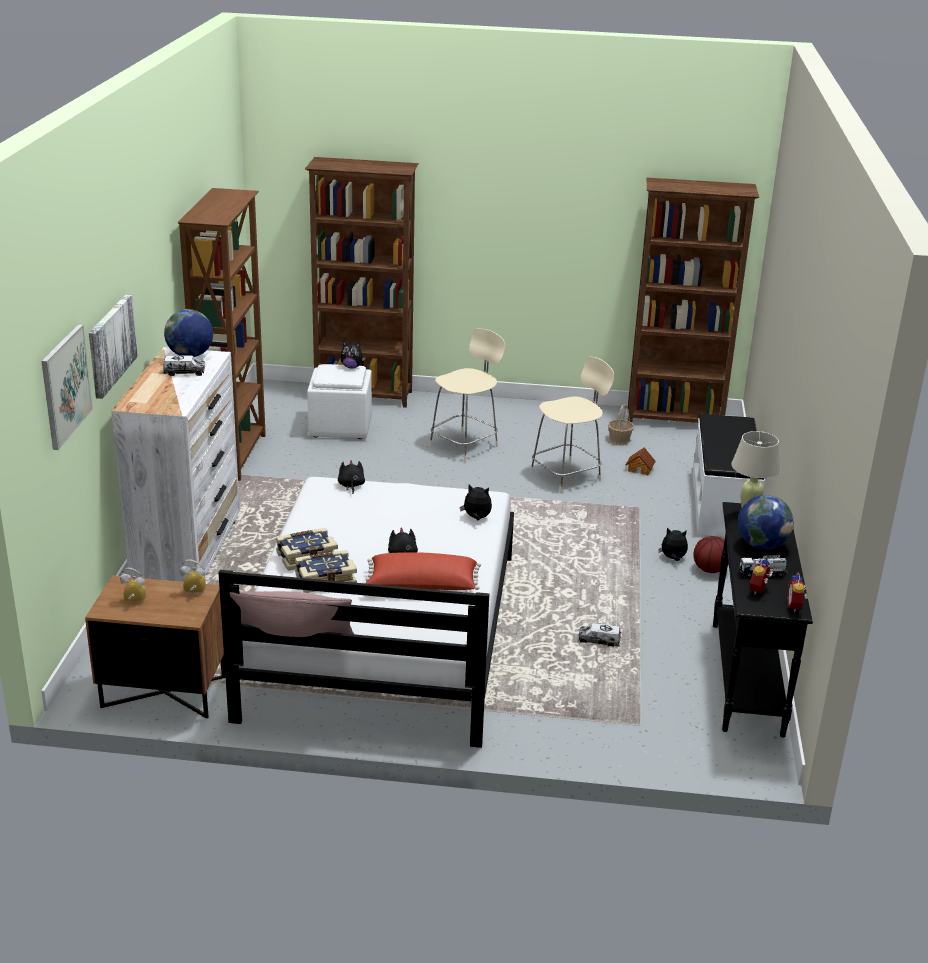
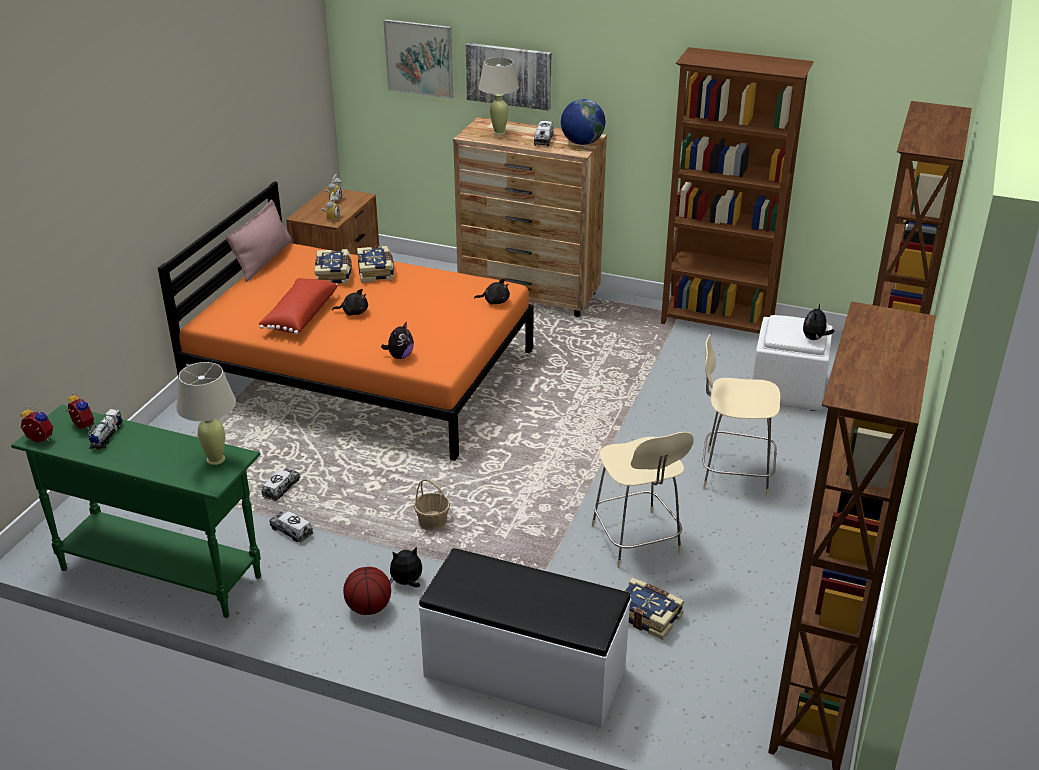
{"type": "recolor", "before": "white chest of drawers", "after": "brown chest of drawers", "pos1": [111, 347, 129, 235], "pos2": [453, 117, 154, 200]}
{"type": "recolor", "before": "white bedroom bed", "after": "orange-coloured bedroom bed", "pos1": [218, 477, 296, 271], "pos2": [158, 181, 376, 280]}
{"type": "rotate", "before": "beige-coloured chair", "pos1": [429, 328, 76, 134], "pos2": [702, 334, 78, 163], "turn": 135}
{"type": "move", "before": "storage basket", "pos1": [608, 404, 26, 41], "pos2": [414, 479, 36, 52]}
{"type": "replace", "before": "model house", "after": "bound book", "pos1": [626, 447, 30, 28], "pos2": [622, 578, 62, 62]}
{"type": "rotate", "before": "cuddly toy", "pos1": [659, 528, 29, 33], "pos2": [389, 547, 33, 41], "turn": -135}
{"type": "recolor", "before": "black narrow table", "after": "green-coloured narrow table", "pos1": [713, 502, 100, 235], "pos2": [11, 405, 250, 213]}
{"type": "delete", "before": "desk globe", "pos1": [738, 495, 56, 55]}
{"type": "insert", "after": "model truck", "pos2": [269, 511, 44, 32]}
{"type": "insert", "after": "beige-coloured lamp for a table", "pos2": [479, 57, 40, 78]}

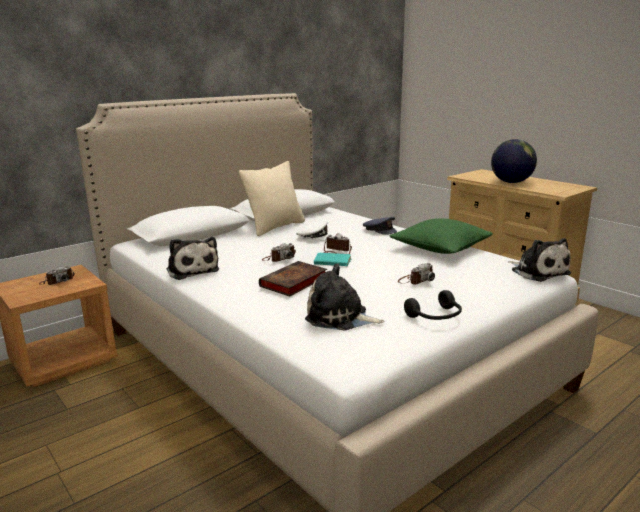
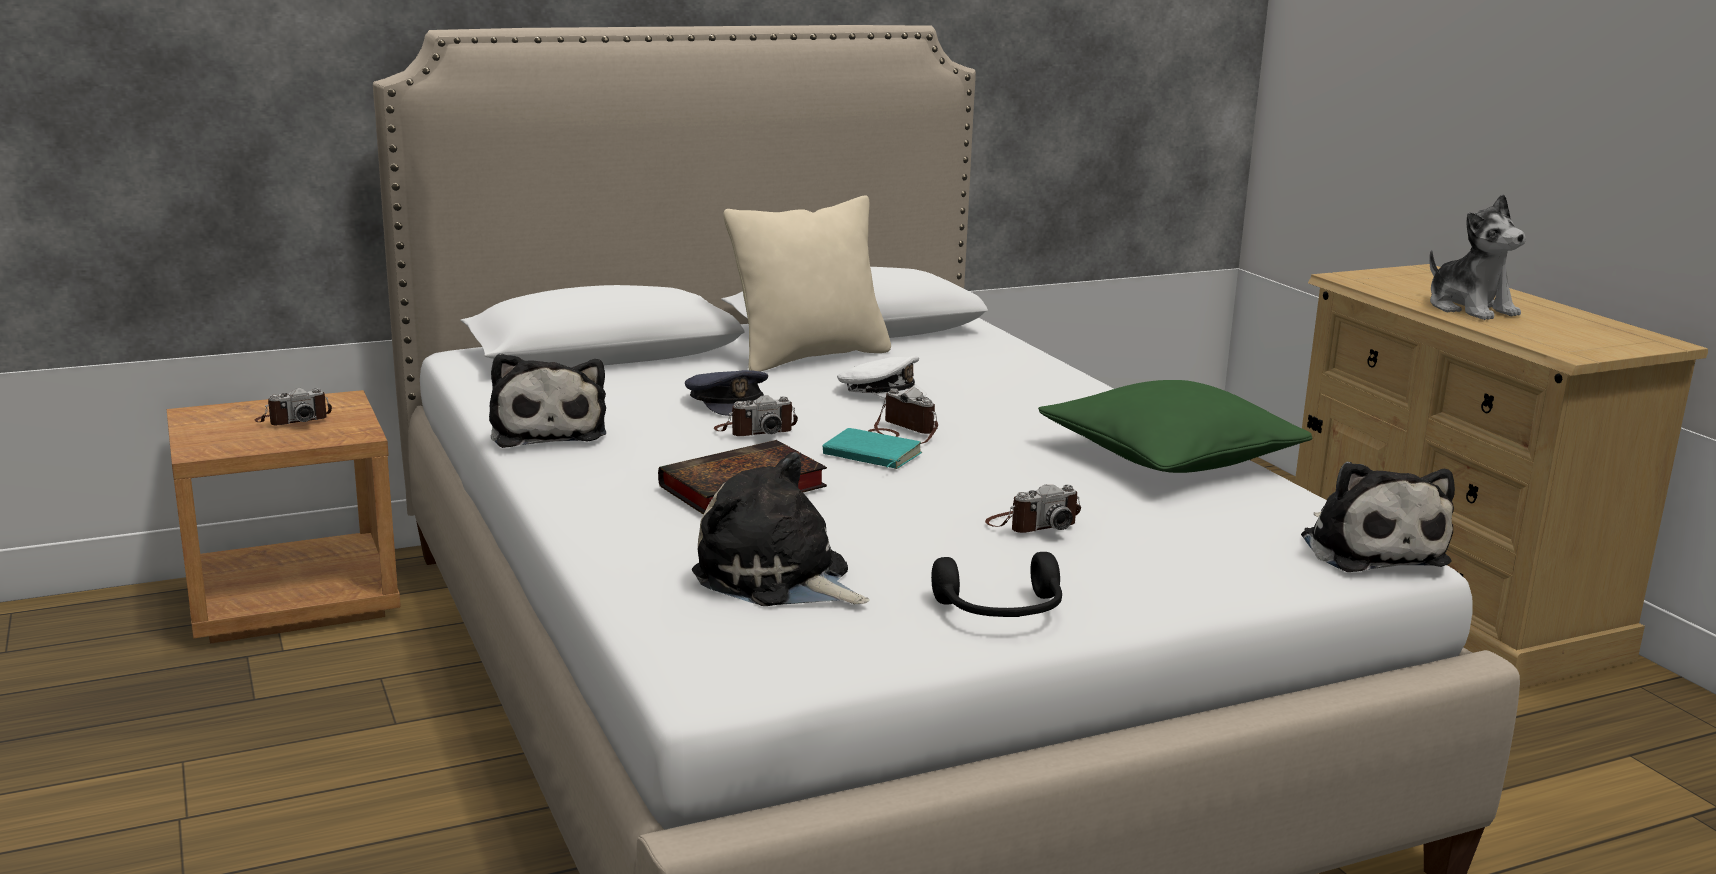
{"type": "move", "before": "gray peaked cap", "pos1": [363, 217, 34, 18], "pos2": [685, 370, 83, 46]}
{"type": "replace", "before": "desk globe", "after": "cuddly toy", "pos1": [491, 139, 46, 44], "pos2": [1429, 194, 97, 126]}

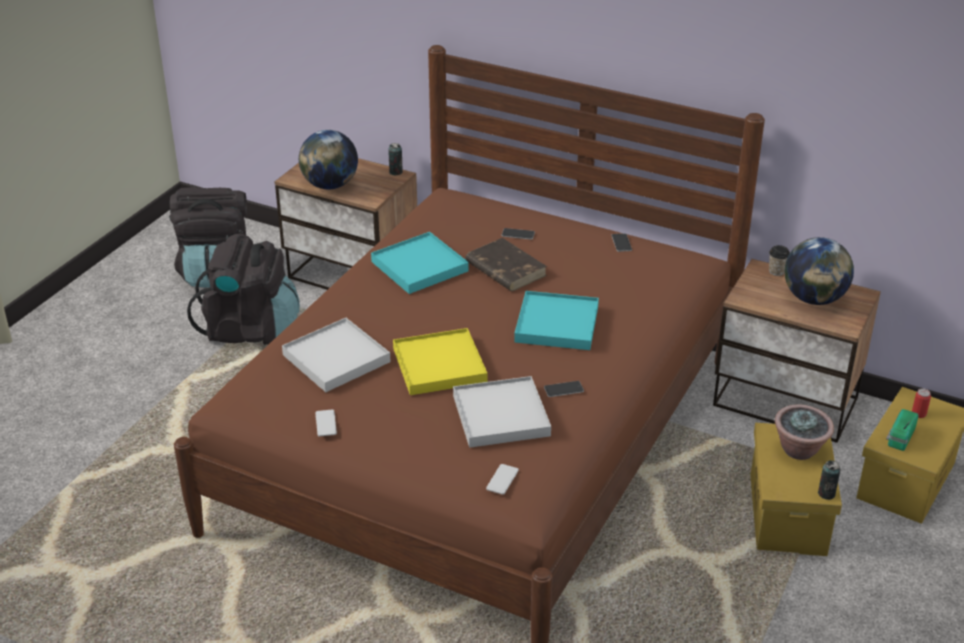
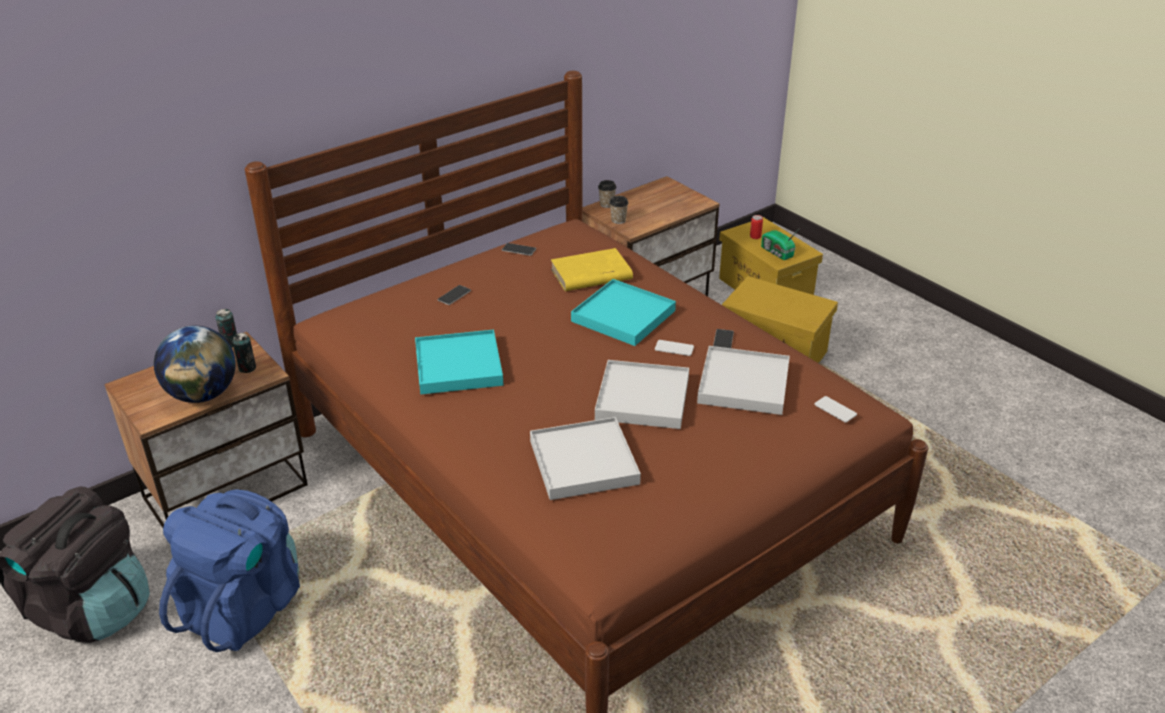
{"type": "recolor", "before": "black rucksack", "after": "blue rucksack", "pos1": [187, 233, 113, 112], "pos2": [159, 489, 141, 163]}
{"type": "move", "before": "telephone", "pos1": [315, 409, 22, 28], "pos2": [655, 340, 39, 16]}
{"type": "recolor", "before": "yellow-coloured serving tray", "after": "white serving tray", "pos1": [393, 328, 94, 67], "pos2": [595, 360, 94, 69]}
{"type": "delete", "before": "brown bound book", "pos1": [465, 238, 82, 53]}
{"type": "delete", "before": "plant in a pot", "pos1": [775, 404, 59, 56]}
{"type": "delete", "before": "desk globe", "pos1": [785, 237, 69, 68]}
{"type": "move", "before": "can", "pos1": [818, 461, 22, 39], "pos2": [232, 333, 24, 40]}
{"type": "insert", "after": "yellow-coloured bound book", "pos2": [551, 248, 82, 43]}
{"type": "insert", "after": "small cup", "pos2": [610, 196, 18, 28]}

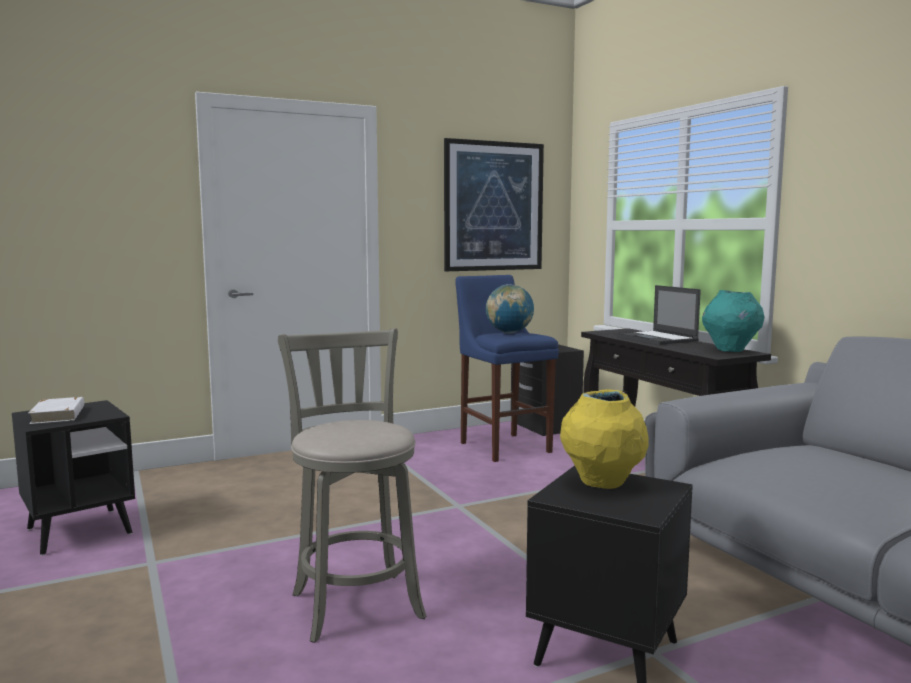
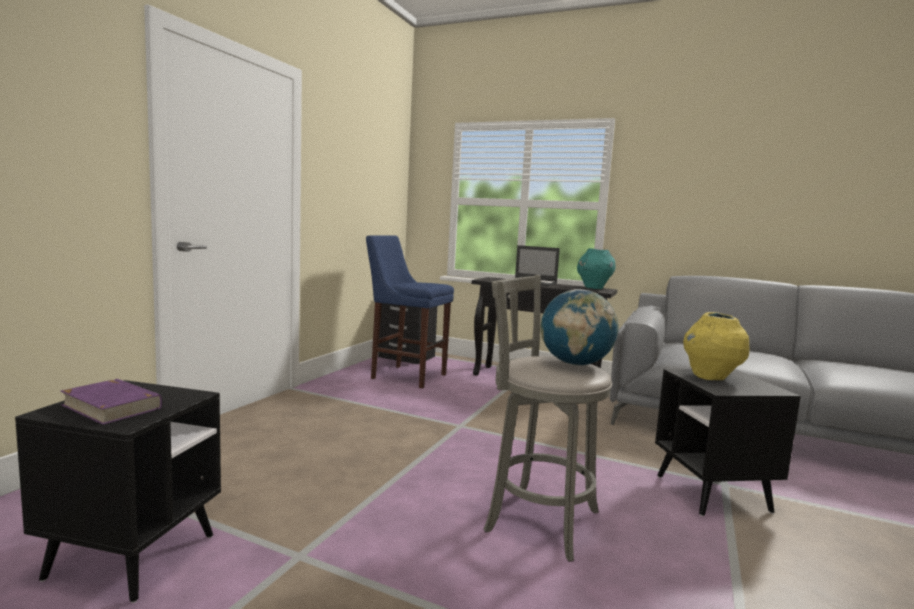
{"type": "recolor", "before": "white bound book", "after": "purple-coloured bound book", "pos1": [28, 397, 56, 27], "pos2": [60, 379, 102, 46]}
{"type": "delete", "before": "wall art", "pos1": [444, 138, 100, 133]}
{"type": "move", "before": "desk globe", "pos1": [486, 284, 48, 49], "pos2": [541, 289, 77, 77]}

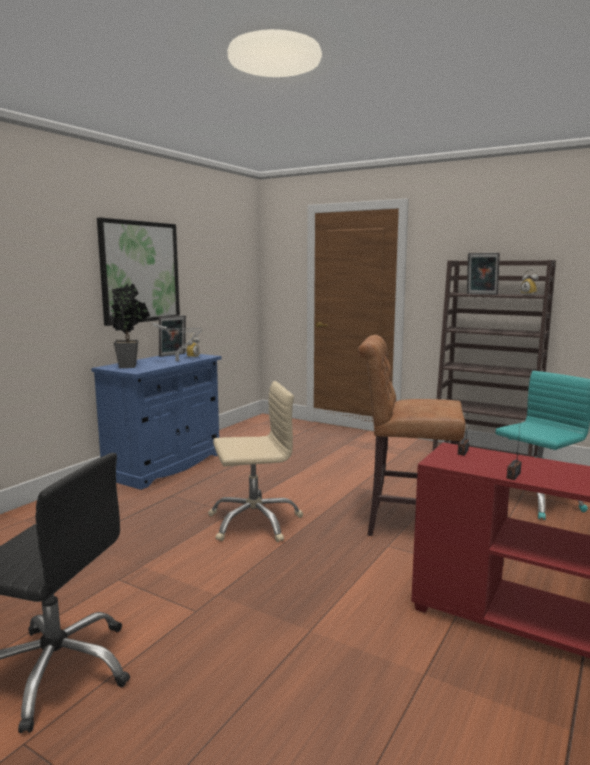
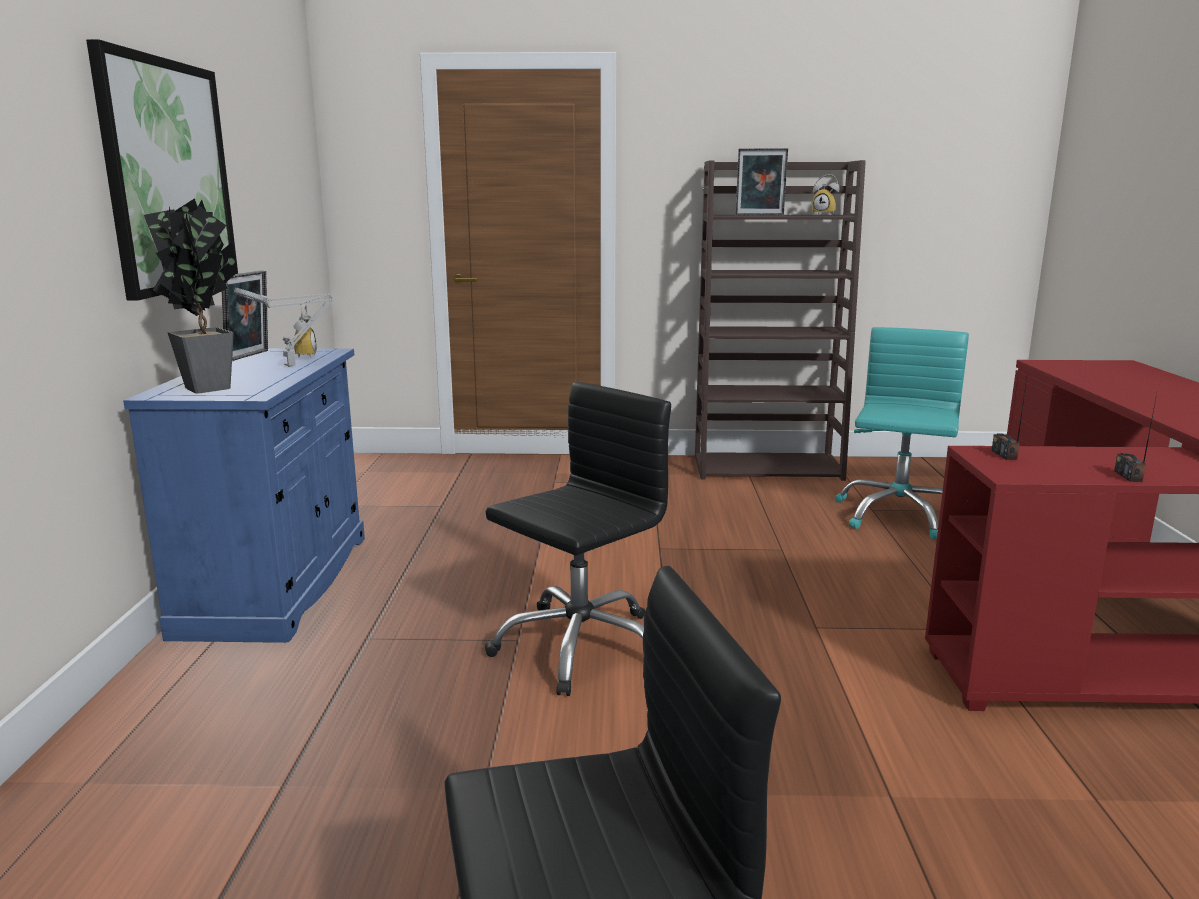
{"type": "recolor", "before": "beige-coloured desk chair", "after": "black desk chair", "pos1": [208, 381, 95, 161], "pos2": [485, 382, 186, 314]}
{"type": "delete", "before": "brown stool", "pos1": [358, 335, 108, 201]}

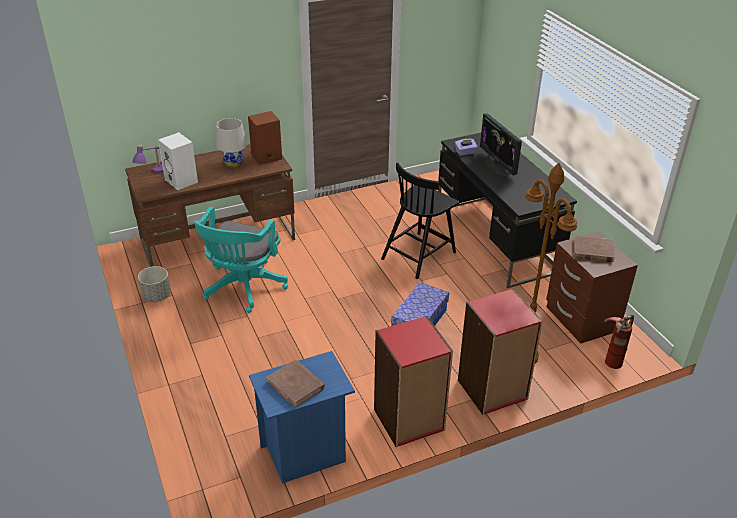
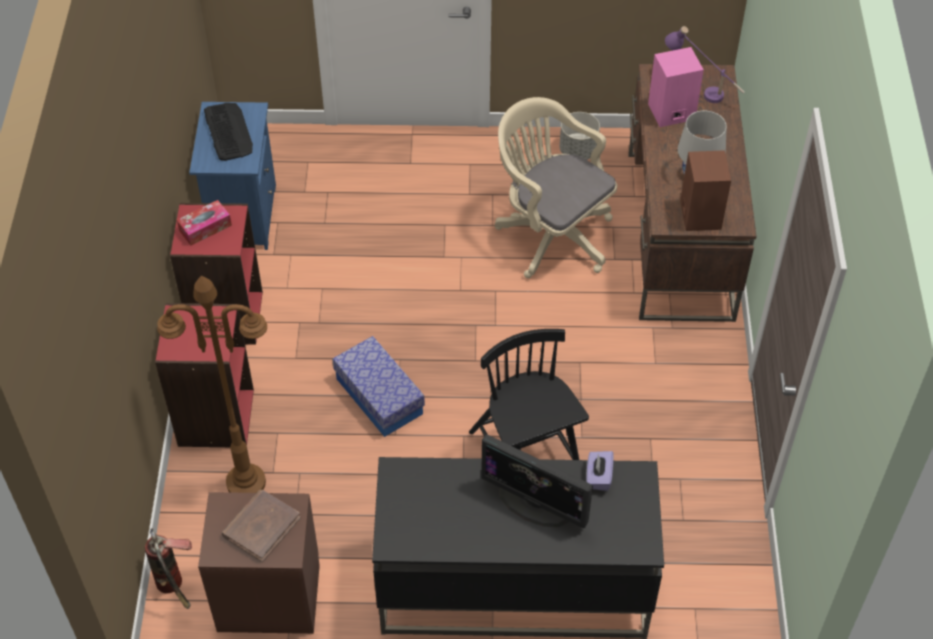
{"type": "recolor", "before": "white loudspeaker", "after": "pink loudspeaker", "pos1": [158, 132, 40, 58], "pos2": [648, 47, 56, 80]}
{"type": "recolor", "before": "turquoise-coloured desk chair", "after": "beige-coloured desk chair", "pos1": [194, 207, 94, 106], "pos2": [495, 97, 122, 181]}
{"type": "replace", "before": "brown bound book", "after": "computer keyboard", "pos1": [266, 360, 59, 48], "pos2": [204, 103, 49, 58]}
{"type": "rotate", "before": "computer display", "pos1": [480, 113, 42, 63], "pos2": [481, 434, 112, 94], "turn": -150}
{"type": "insert", "after": "box of tissues", "pos2": [177, 200, 55, 45]}

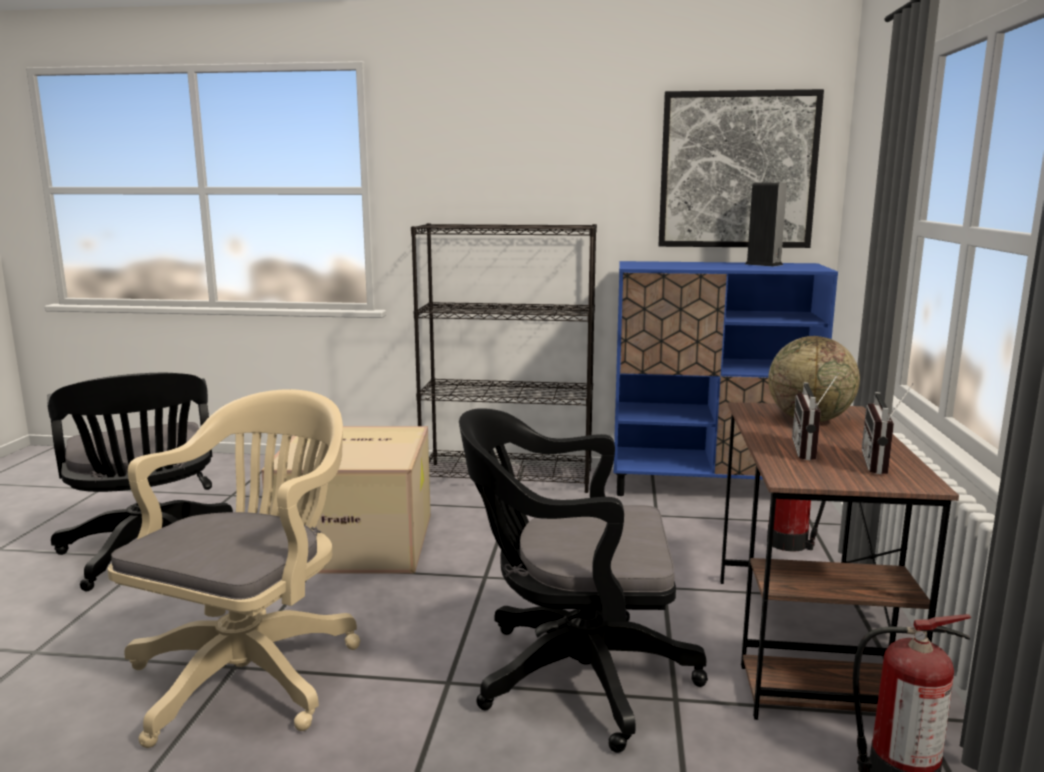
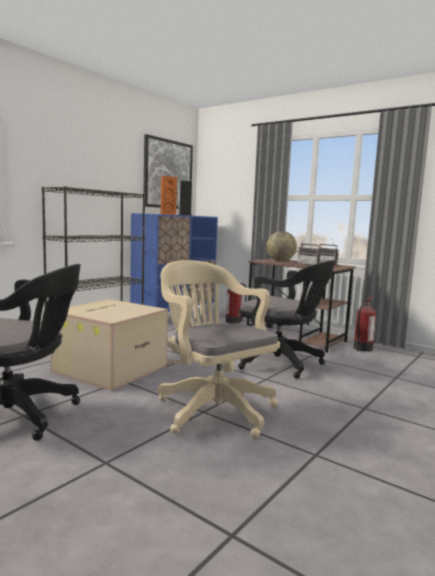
{"type": "rotate", "before": "black desk chair", "pos1": [459, 408, 249, 345], "pos2": [238, 260, 97, 119], "turn": -90}
{"type": "insert", "after": "orange-coloured loudspeaker", "pos2": [160, 176, 17, 39]}

